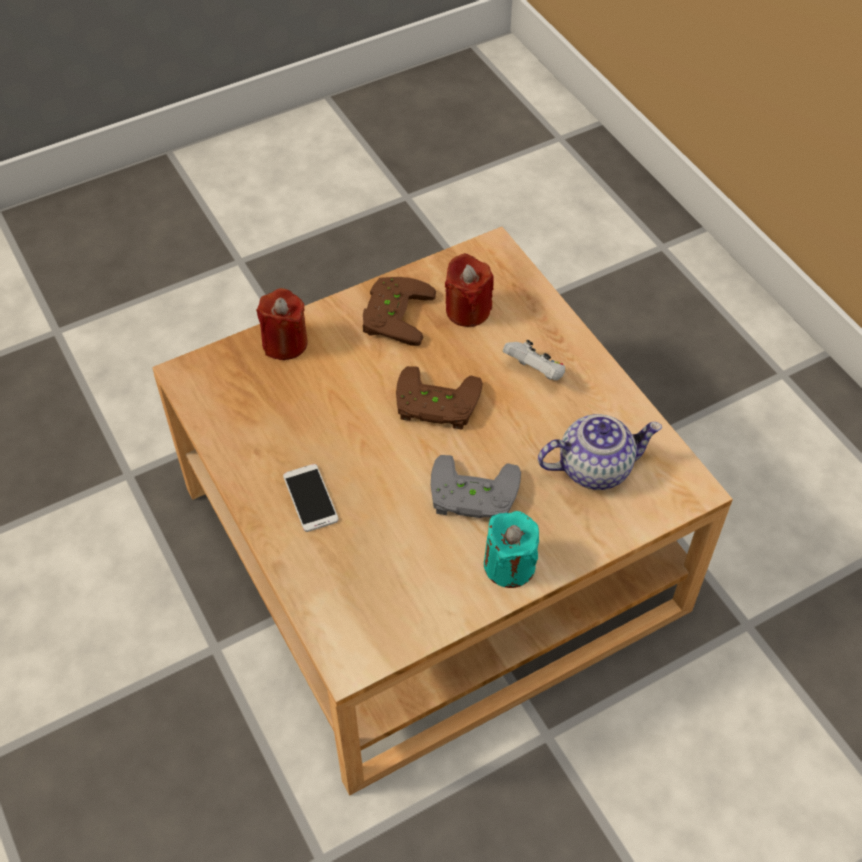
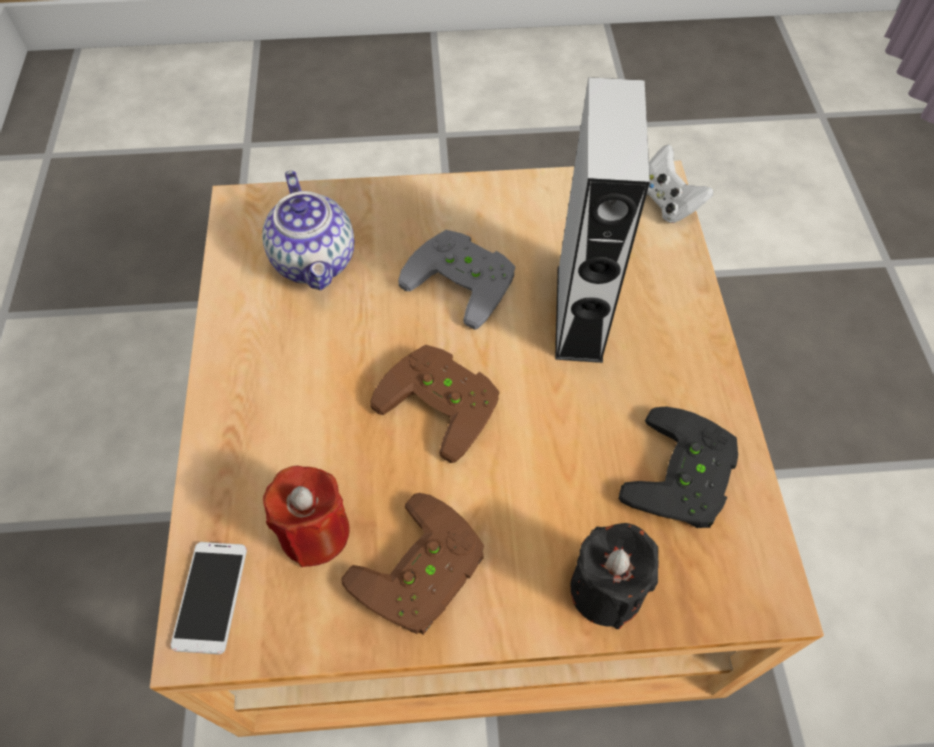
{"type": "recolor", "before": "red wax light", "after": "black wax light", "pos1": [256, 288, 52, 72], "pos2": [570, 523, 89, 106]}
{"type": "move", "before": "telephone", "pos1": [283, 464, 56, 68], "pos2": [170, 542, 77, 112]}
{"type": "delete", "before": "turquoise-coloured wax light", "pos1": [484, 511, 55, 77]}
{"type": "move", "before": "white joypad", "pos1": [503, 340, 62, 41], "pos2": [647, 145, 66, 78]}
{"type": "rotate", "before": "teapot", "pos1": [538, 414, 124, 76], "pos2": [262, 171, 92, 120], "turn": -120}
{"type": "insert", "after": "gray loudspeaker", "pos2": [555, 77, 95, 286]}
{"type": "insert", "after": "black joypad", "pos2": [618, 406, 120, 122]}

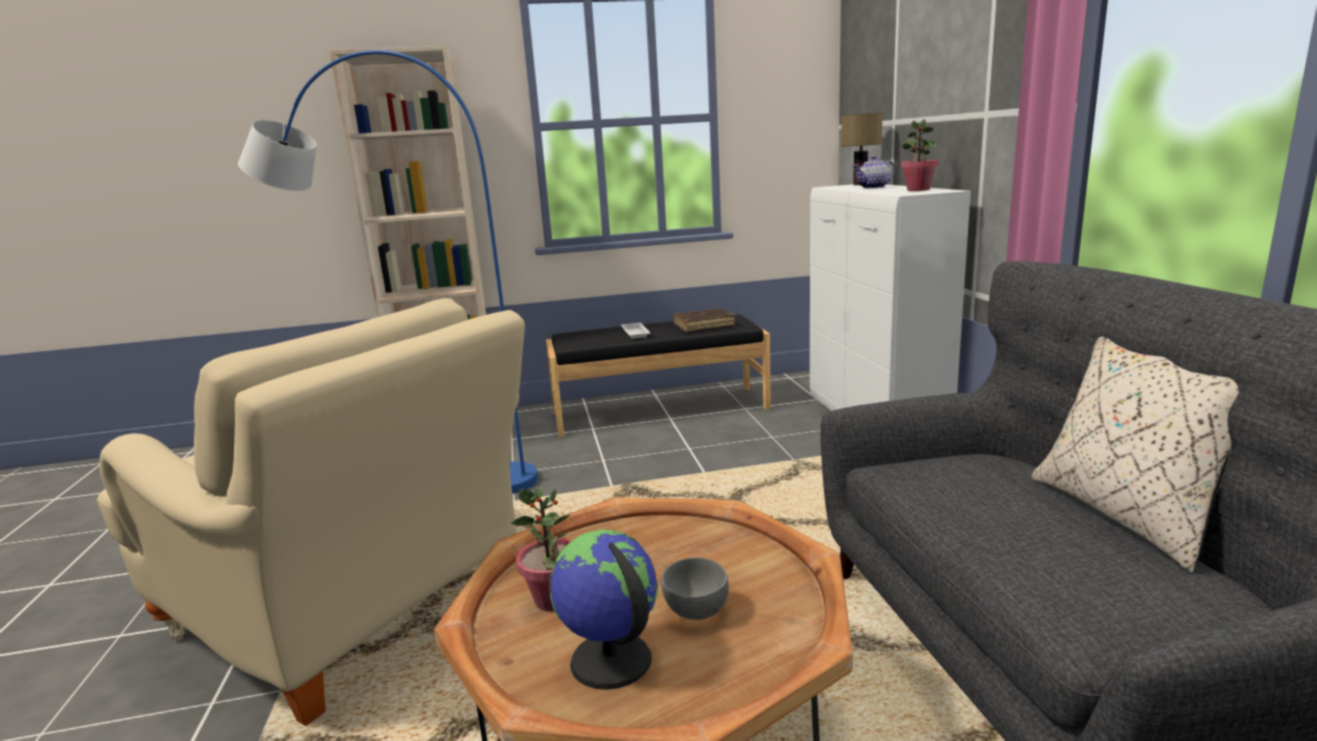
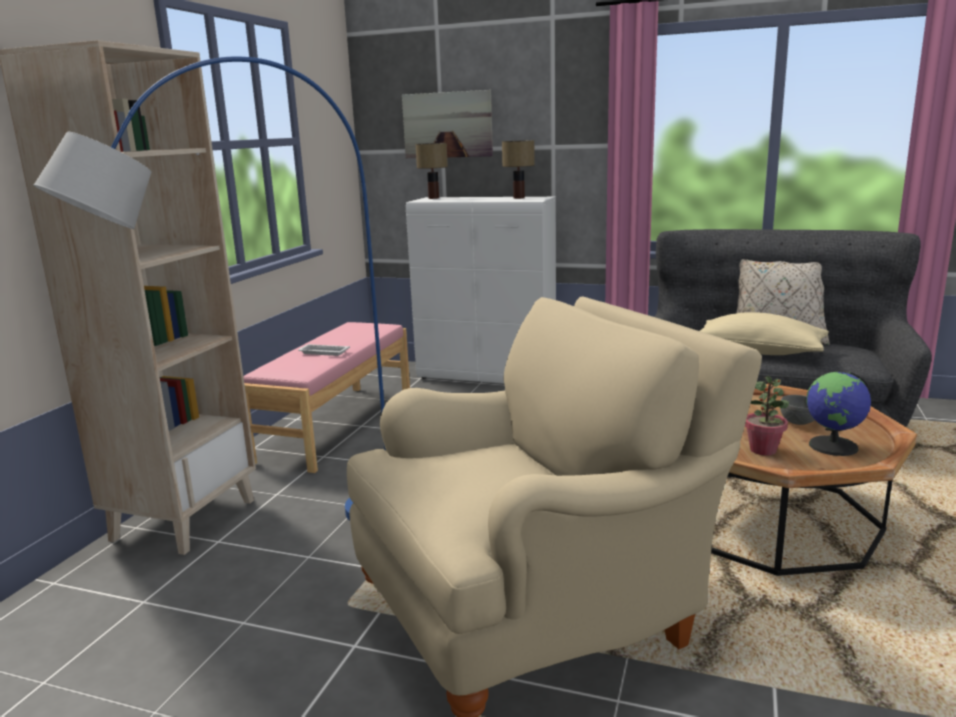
{"type": "recolor", "before": "black long seat", "after": "pink long seat", "pos1": [546, 314, 225, 123], "pos2": [243, 322, 167, 151]}
{"type": "delete", "before": "brown bound book", "pos1": [673, 309, 62, 23]}
{"type": "delete", "before": "teapot", "pos1": [852, 156, 43, 32]}
{"type": "replace", "before": "plant in a pot", "after": "lamp for a table", "pos1": [901, 119, 37, 72], "pos2": [502, 140, 33, 59]}
{"type": "insert", "after": "wall art", "pos2": [402, 90, 91, 68]}
{"type": "insert", "after": "beige-coloured cushion", "pos2": [700, 312, 129, 43]}

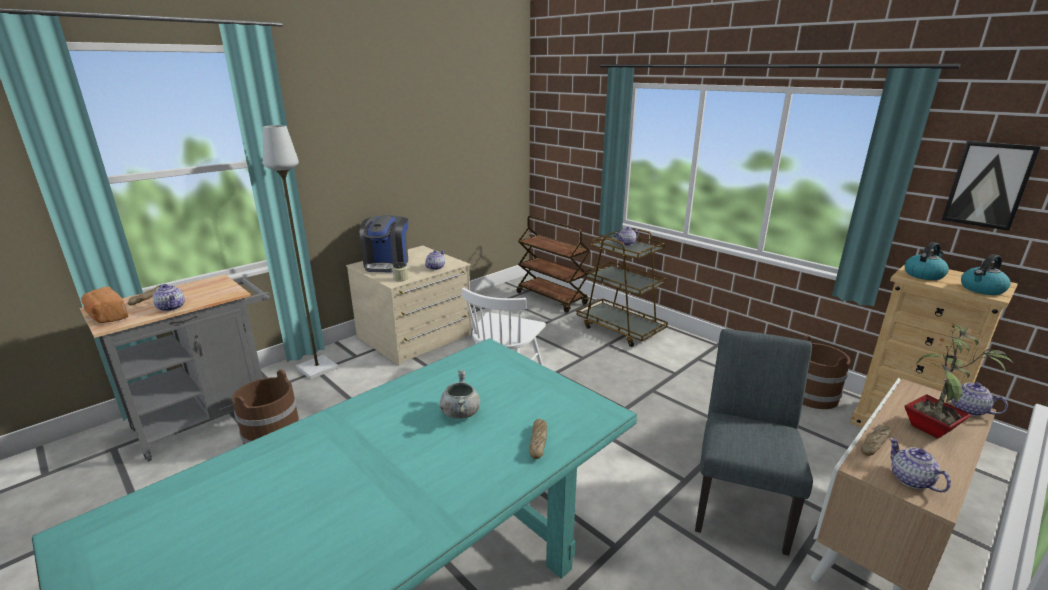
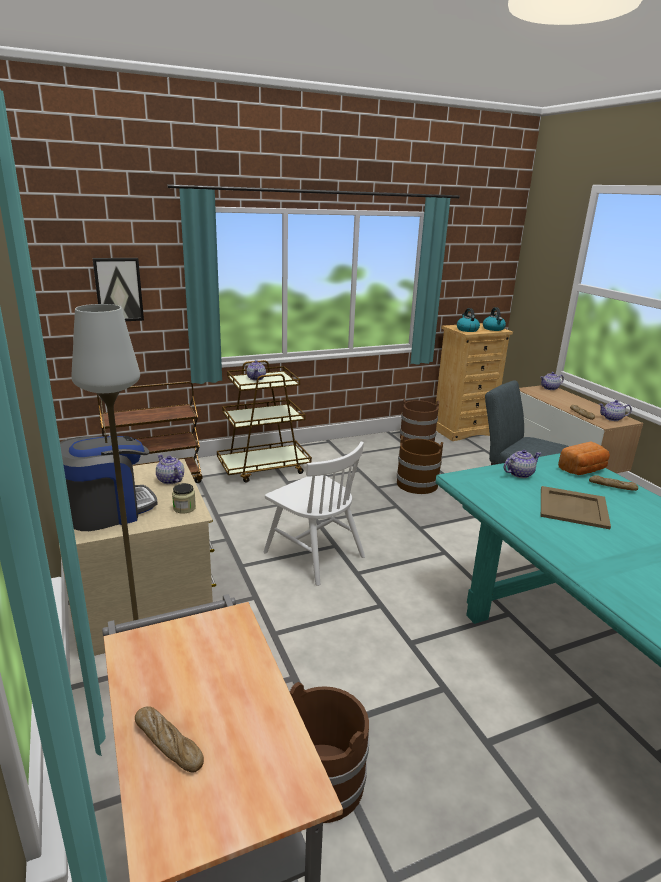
{"type": "move", "before": "bread", "pos1": [81, 287, 47, 36], "pos2": [558, 442, 52, 33]}
{"type": "move", "before": "teapot", "pos1": [153, 284, 32, 28], "pos2": [503, 450, 38, 28]}
{"type": "rotate", "before": "coffee maker", "pos1": [360, 215, 48, 57], "pos2": [60, 436, 98, 95], "turn": -60}
{"type": "replace", "before": "gray stockpot", "after": "beige-coloured serving tray", "pos1": [440, 370, 40, 49], "pos2": [541, 486, 70, 43]}
{"type": "delete", "before": "plant in a pot", "pos1": [904, 325, 111, 114]}
{"type": "move", "before": "wall art", "pos1": [942, 141, 99, 90], "pos2": [92, 258, 52, 63]}
{"type": "insert", "after": "brown pail", "pos2": [397, 436, 46, 58]}

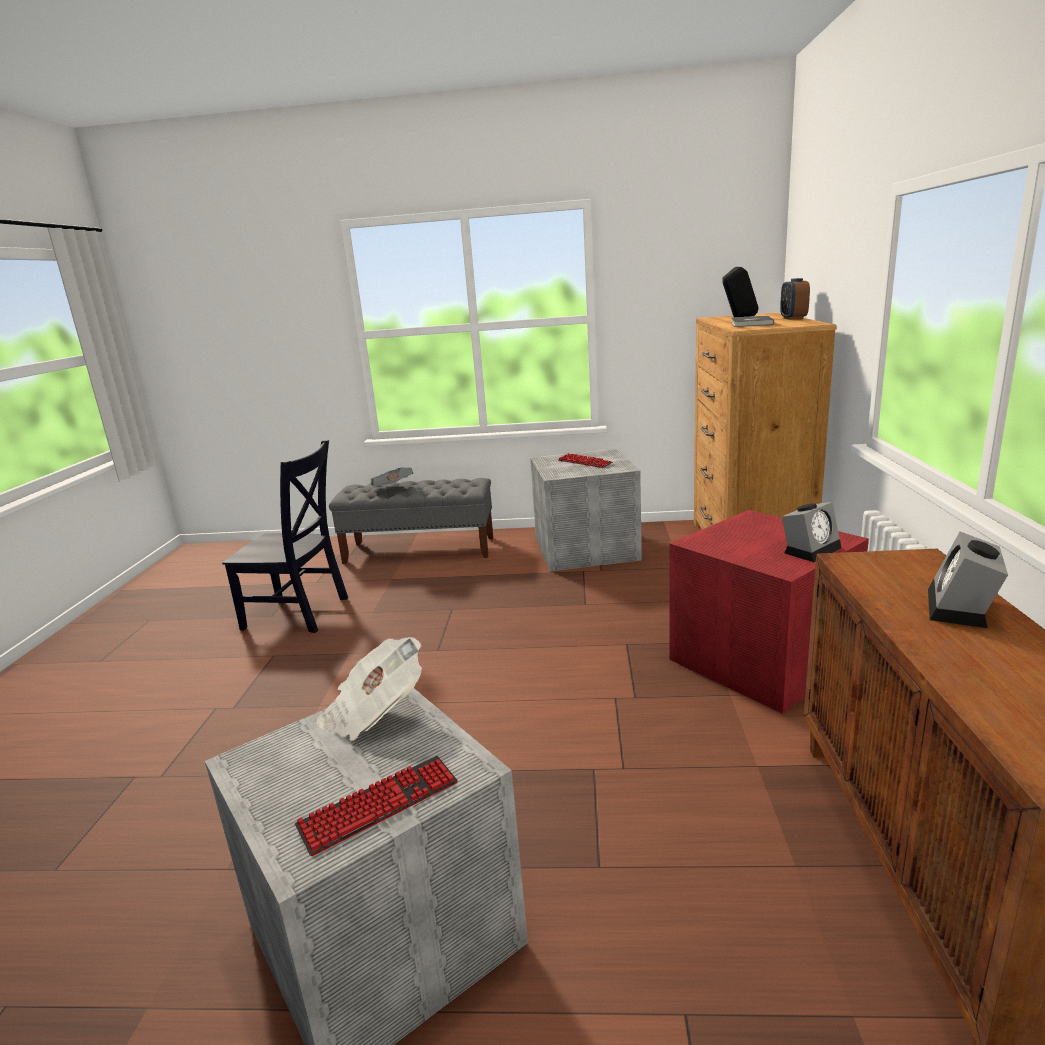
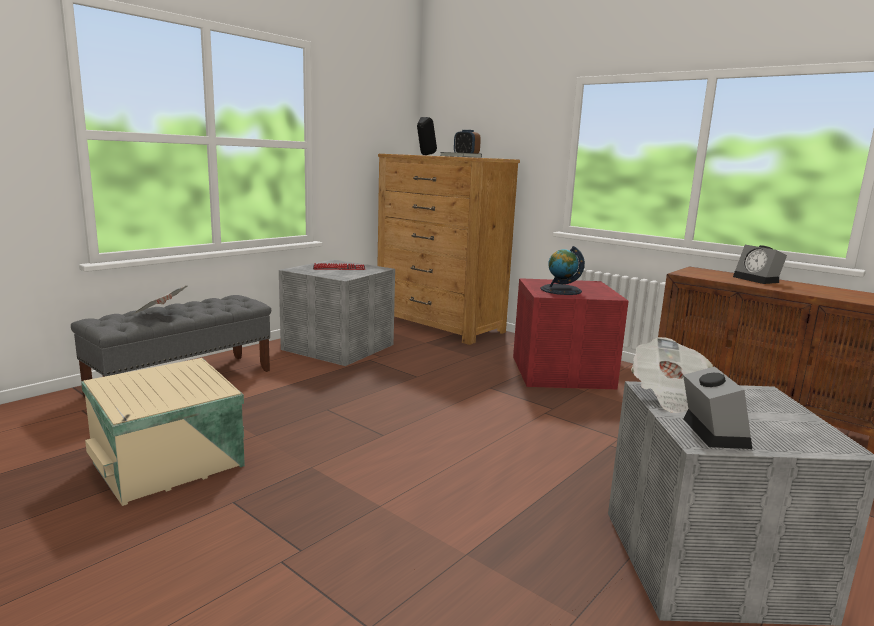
{"type": "replace", "before": "black chair", "after": "beige-coloured storage bin", "pos1": [222, 440, 126, 193], "pos2": [81, 358, 164, 148]}
{"type": "delete", "before": "computer keyboard", "pos1": [295, 756, 163, 100]}
{"type": "move", "before": "table clock", "pos1": [782, 502, 59, 60], "pos2": [683, 366, 69, 83]}
{"type": "insert", "after": "desk globe", "pos2": [540, 246, 45, 49]}

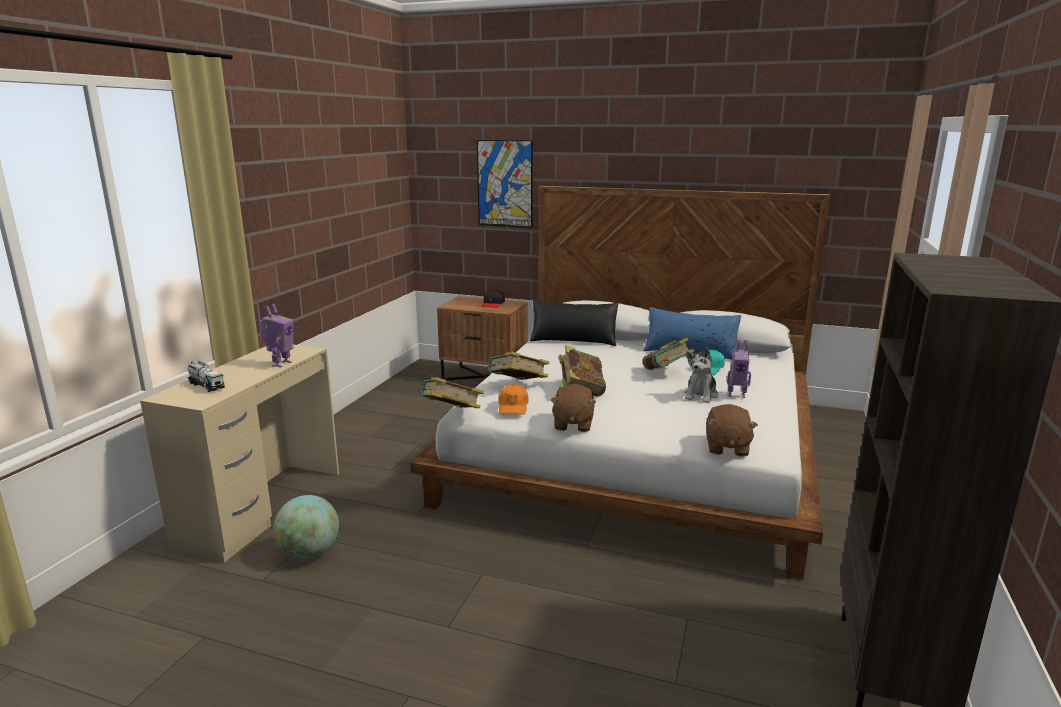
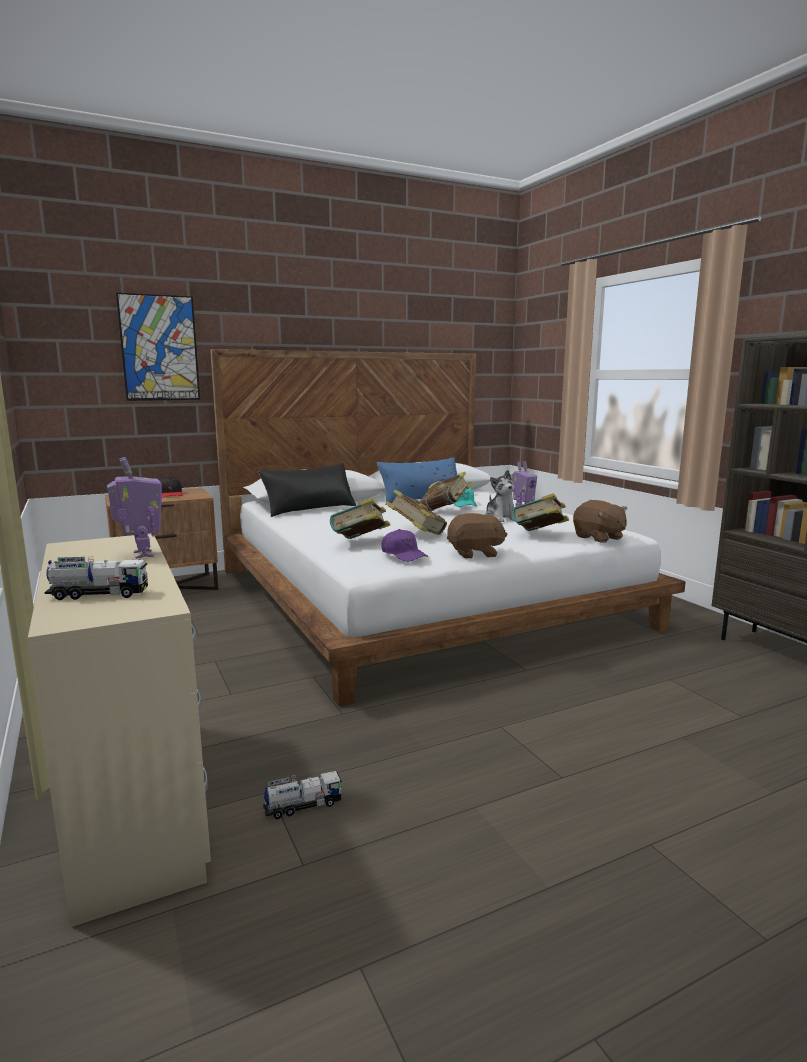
{"type": "replace", "before": "desk globe", "after": "model truck", "pos1": [273, 495, 66, 64], "pos2": [263, 771, 79, 48]}
{"type": "move", "before": "bound book", "pos1": [417, 377, 67, 31], "pos2": [512, 493, 57, 38]}
{"type": "recolor", "before": "orange-coloured peaked cap", "after": "purple-coloured peaked cap", "pos1": [499, 384, 30, 31], "pos2": [381, 529, 47, 33]}
{"type": "rotate", "before": "brown cuddly toy", "pos1": [550, 384, 46, 48], "pos2": [447, 513, 61, 46], "turn": -60}

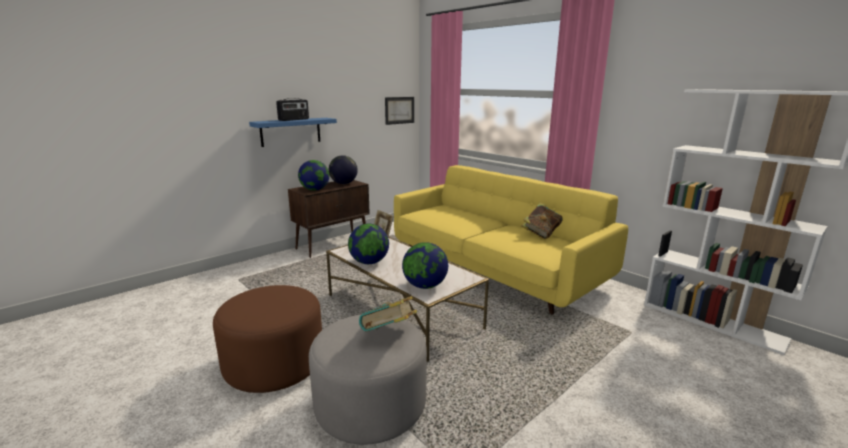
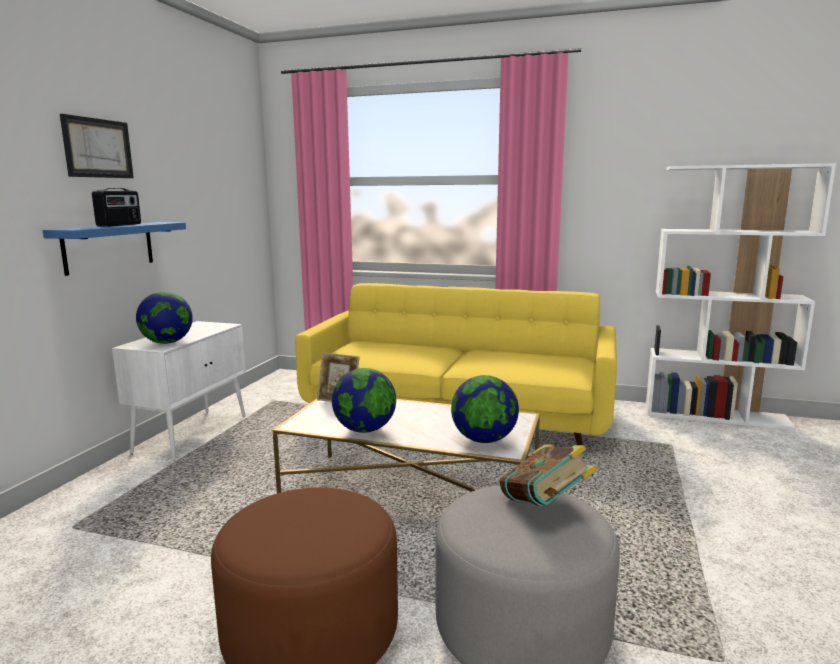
{"type": "recolor", "before": "brown cabinet", "after": "white cabinet", "pos1": [288, 180, 82, 78], "pos2": [112, 321, 134, 140]}
{"type": "delete", "before": "desk globe", "pos1": [329, 155, 29, 29]}
{"type": "move", "before": "wall art", "pos1": [385, 97, 29, 28], "pos2": [60, 114, 74, 64]}
{"type": "delete", "before": "bound book", "pos1": [521, 202, 42, 37]}

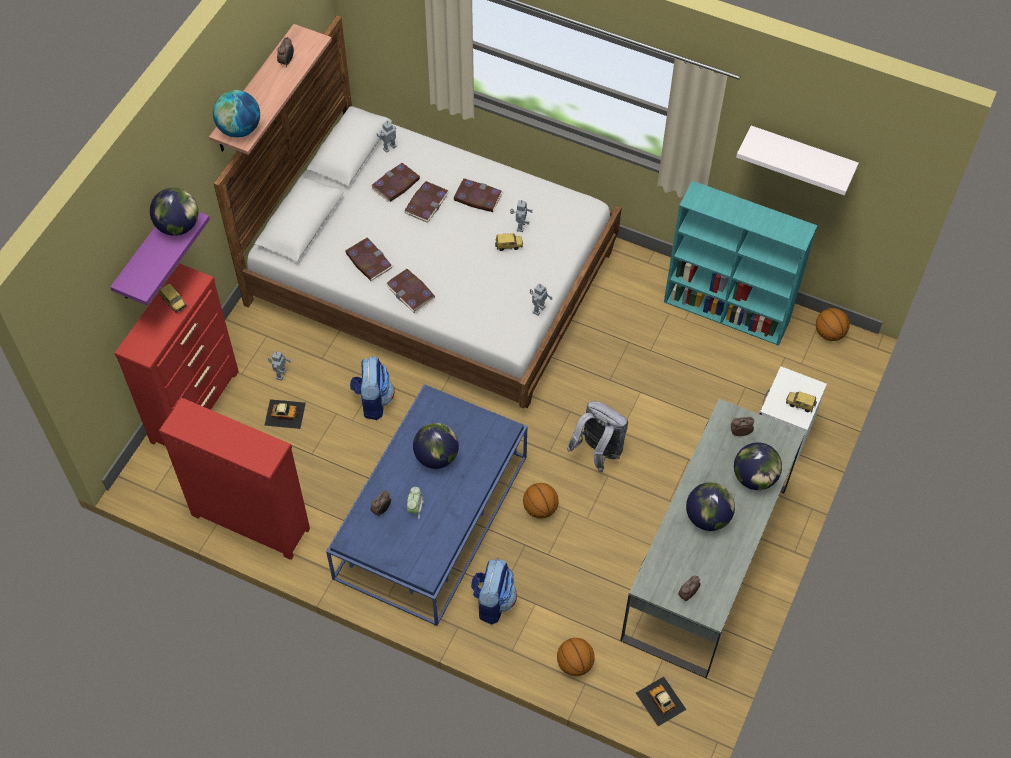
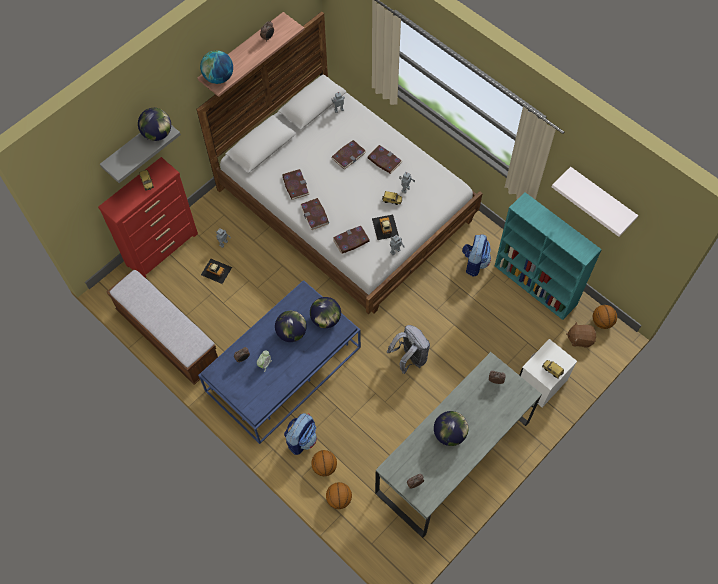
{"type": "recolor", "before": "purple-coloured bracket shelf", "after": "gray bracket shelf", "pos1": [110, 212, 100, 94], "pos2": [100, 125, 81, 58]}
{"type": "replace", "before": "red chest of drawers", "after": "long seat", "pos1": [159, 397, 151, 163], "pos2": [107, 269, 111, 116]}
{"type": "move", "before": "rucksack", "pos1": [350, 356, 45, 64], "pos2": [462, 234, 29, 43]}
{"type": "move", "before": "bound book", "pos1": [371, 163, 49, 39], "pos2": [333, 226, 37, 28]}
{"type": "move", "before": "basketball ball", "pos1": [523, 483, 36, 36], "pos2": [311, 450, 26, 26]}
{"type": "move", "before": "toy car", "pos1": [636, 677, 50, 49], "pos2": [372, 215, 27, 25]}
{"type": "move", "before": "desk globe", "pos1": [734, 442, 48, 48], "pos2": [310, 297, 31, 31]}
{"type": "insert", "after": "brown cuddly toy", "pos2": [566, 322, 30, 26]}

